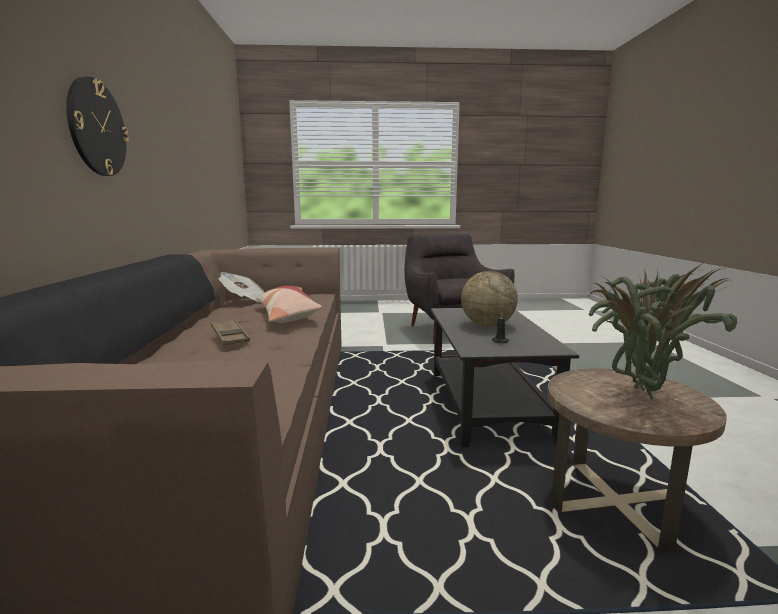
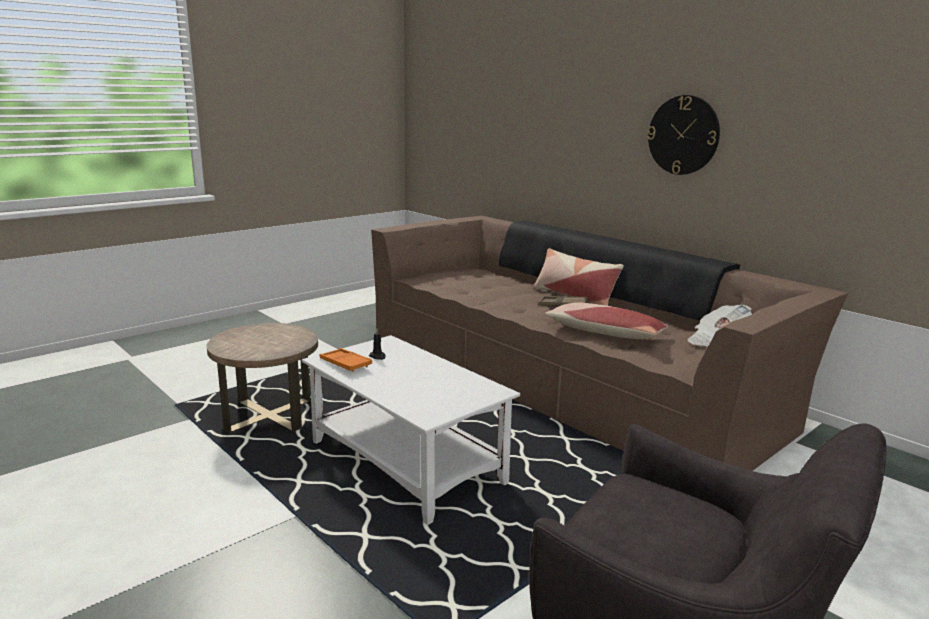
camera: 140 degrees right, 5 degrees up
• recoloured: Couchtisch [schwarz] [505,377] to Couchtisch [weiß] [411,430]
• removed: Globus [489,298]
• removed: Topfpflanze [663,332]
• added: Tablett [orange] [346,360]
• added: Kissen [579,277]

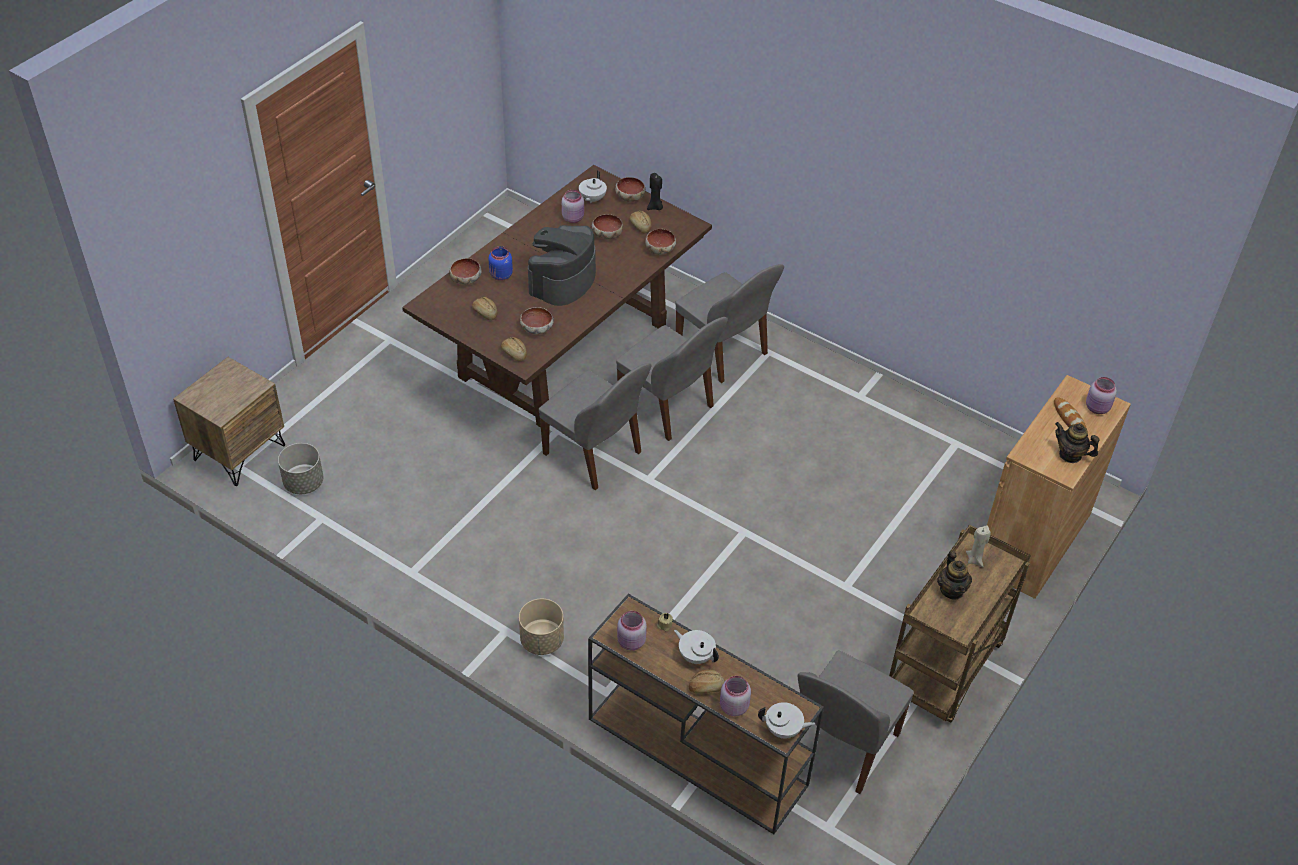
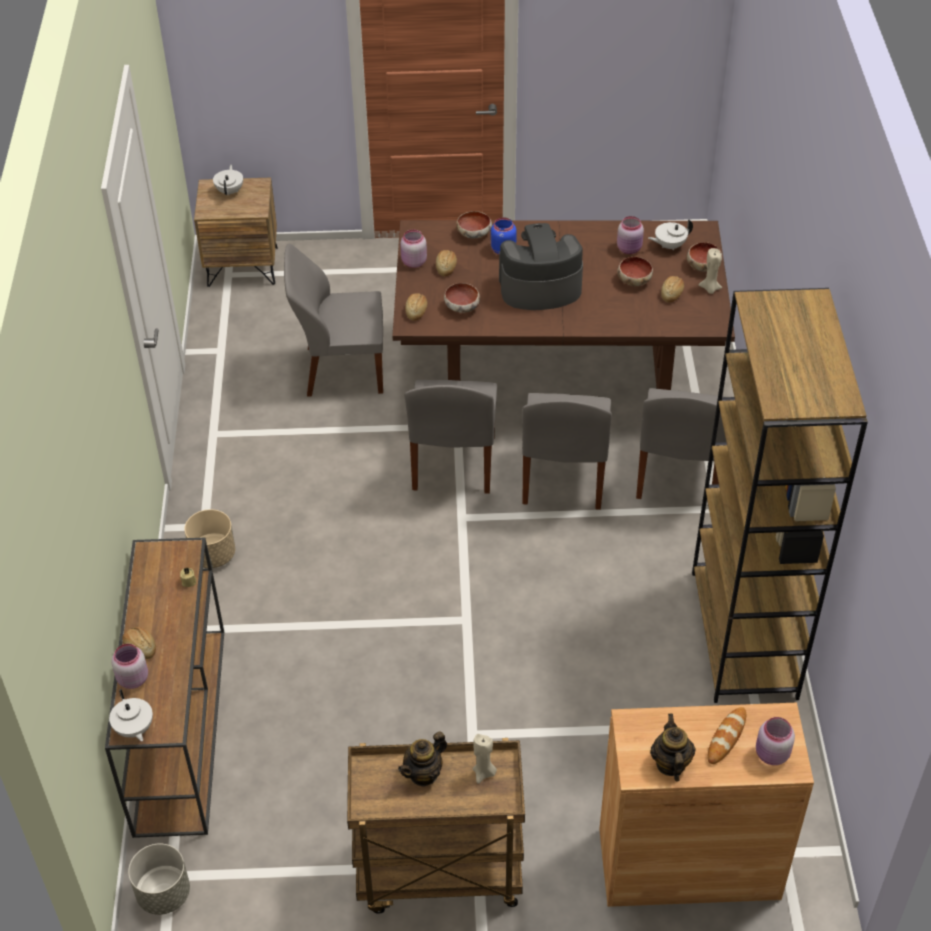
camera: 55 degrees right, 0 degrees up
• moved: Pflanzkübel [grau] [301,468] to [159,879]
• moved: Vorratsglas [rosa] [632,630] to [413,249]
• removed: Schüssel [660,242]
• recoloured: Kerze [schwarz] [655,191] to Kerze [beige] [710,271]
• moved: Teekanne [weiß] [696,647] to [228,180]
• moved: Stuhl [grau] [856,722] to [333,320]
• added: Bücherregal [braun] [780,495]

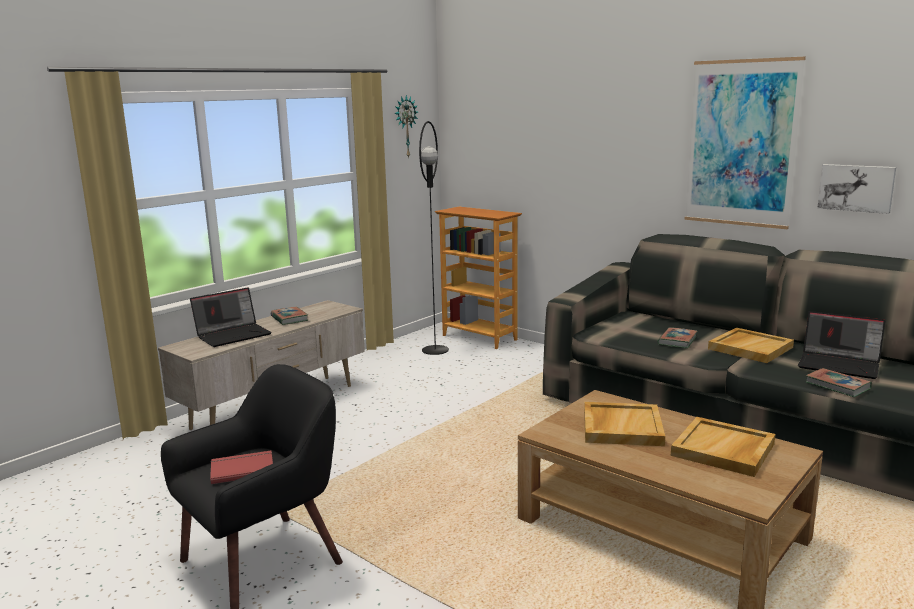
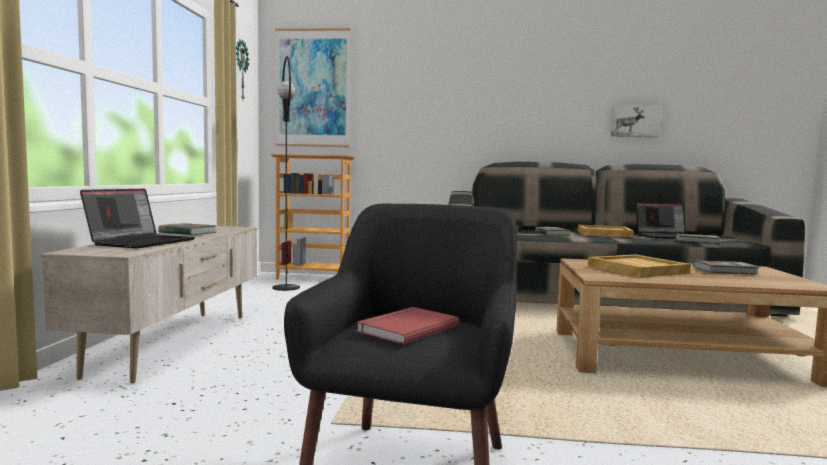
camera: 35 degrees left, 10 degrees down
• replaced: Tablett [beige] [723,447] to Buch [726,267]
• moved: Bild [745,143] to [313,87]

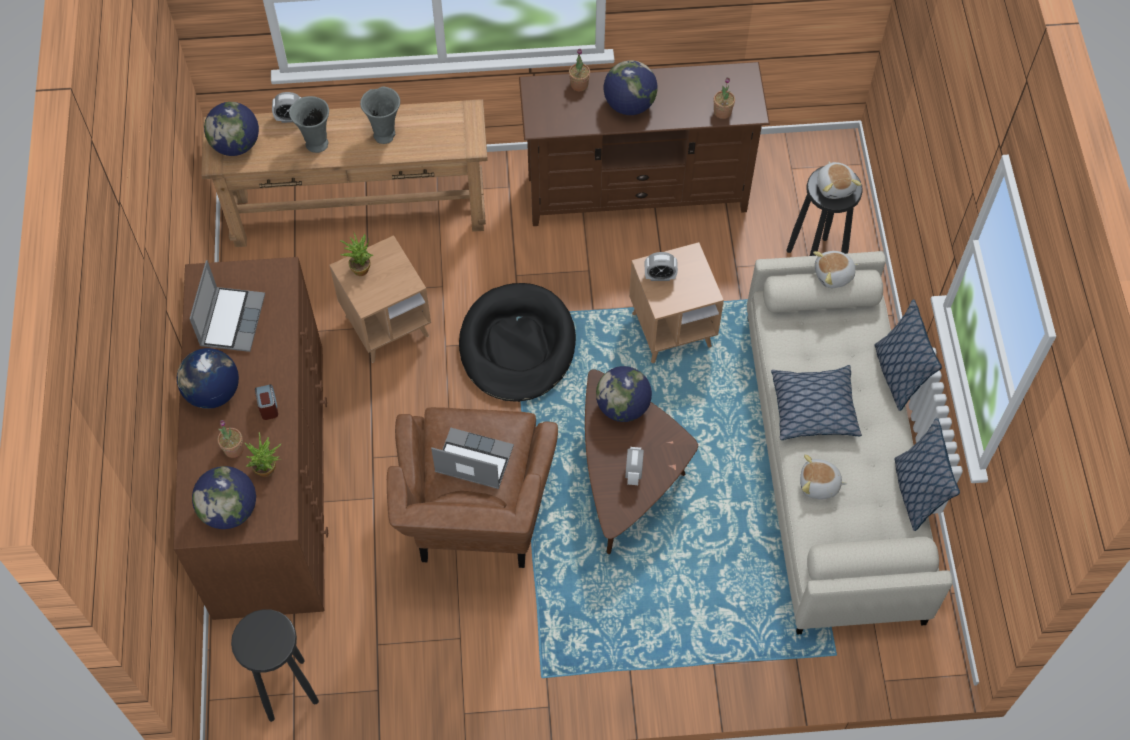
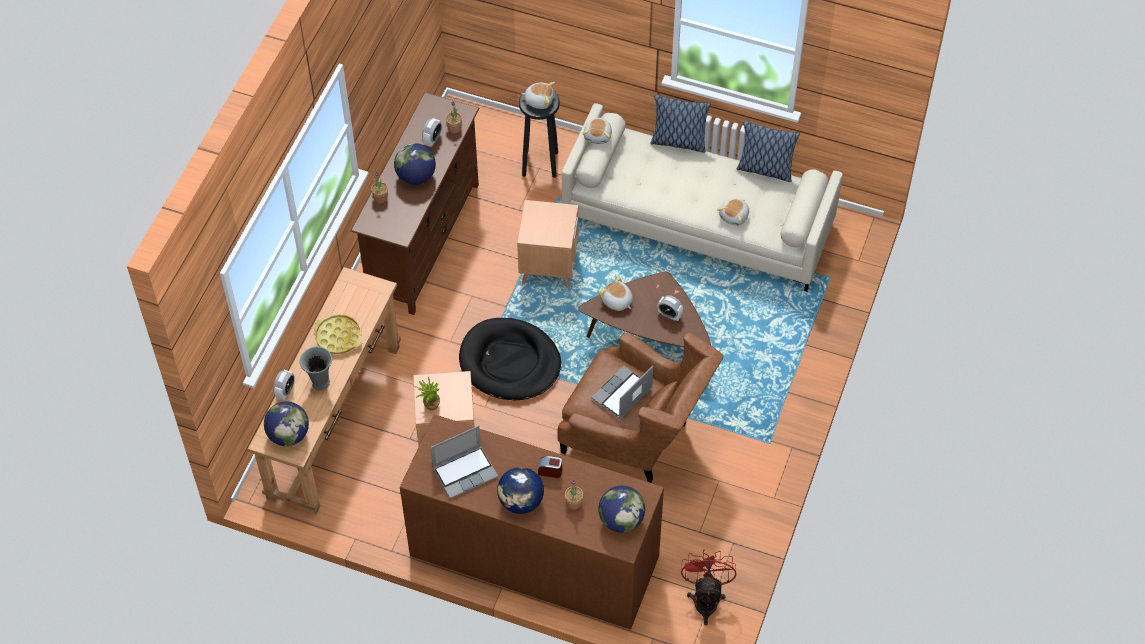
camera: 65 degrees left, 5 degrees down
• turned: Laptop [227,306] = [464,462] 120 degrees clockwise
• replaced: Hocker [schwarz] [275,665] to Ventilator [rot] [708,587]
• removed: Topfpflanze [263,454]
• replaced: Vase [grau] [380,115] to Tablett [gelb] [338,334]
• replaced: Globus [624,394] to Plüschtier [615,293]
• moved: Wecker [661,266] to [432,132]
• removed: Kissen [816,402]

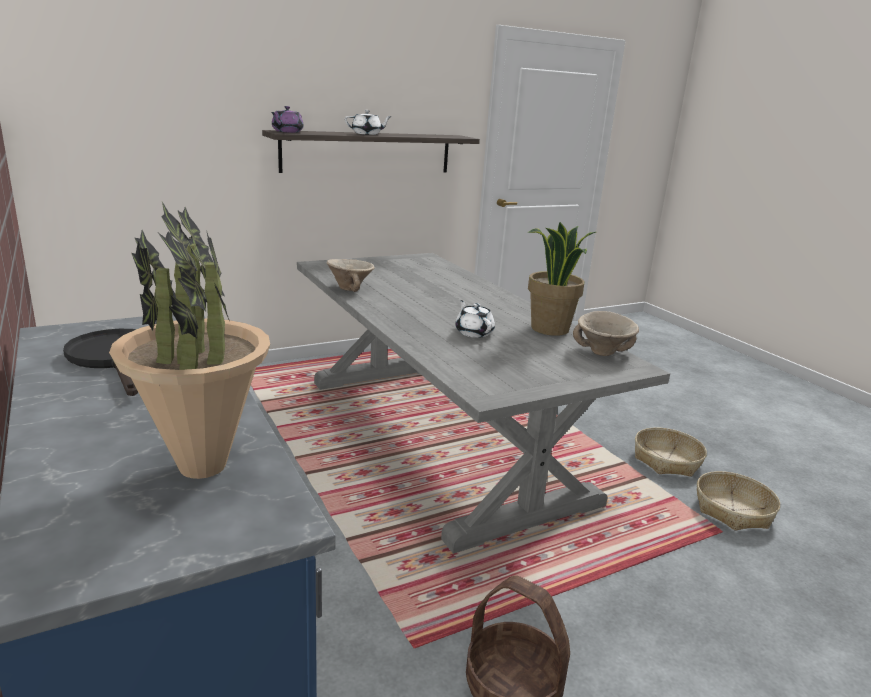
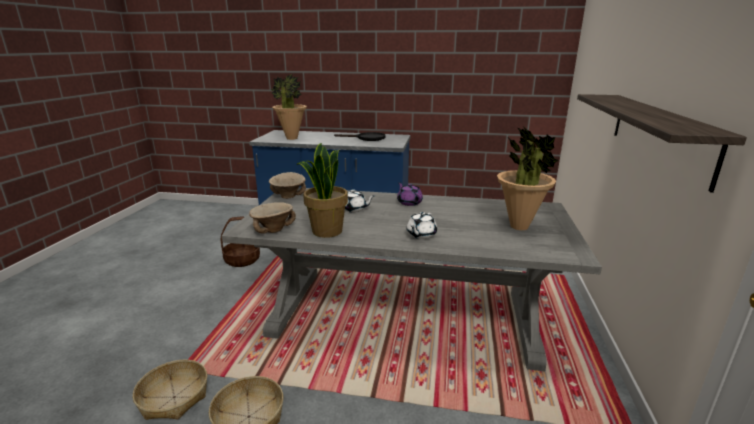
camera: 130 degrees right, 0 degrees up
• moved: Teekanne [lila] [287,119] to [410,194]
• moved: Schüssel [beige] [351,275] to [287,185]
• moved: Teekanne [weiß] [368,122] to [421,225]
• added: Topfpflanze [528,178]

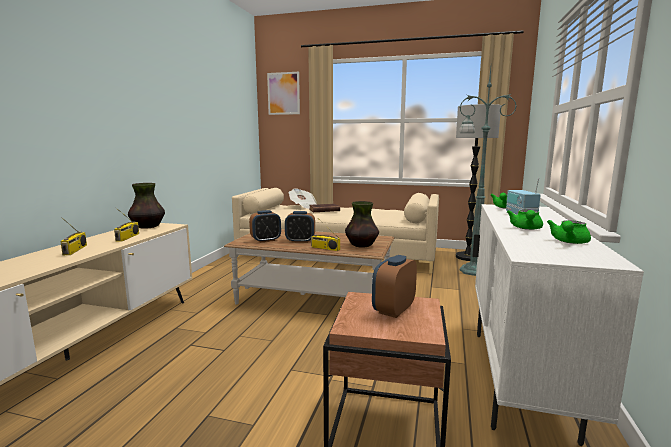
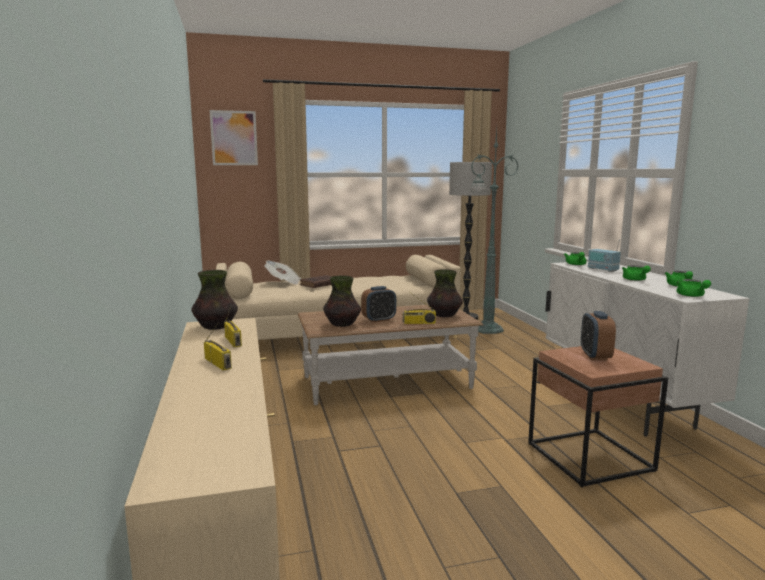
camera: 30 degrees left, 0 degrees up
• replaced: Wecker [265,226] to Vase [342,301]
• added: Teekanne [grün] [693,288]

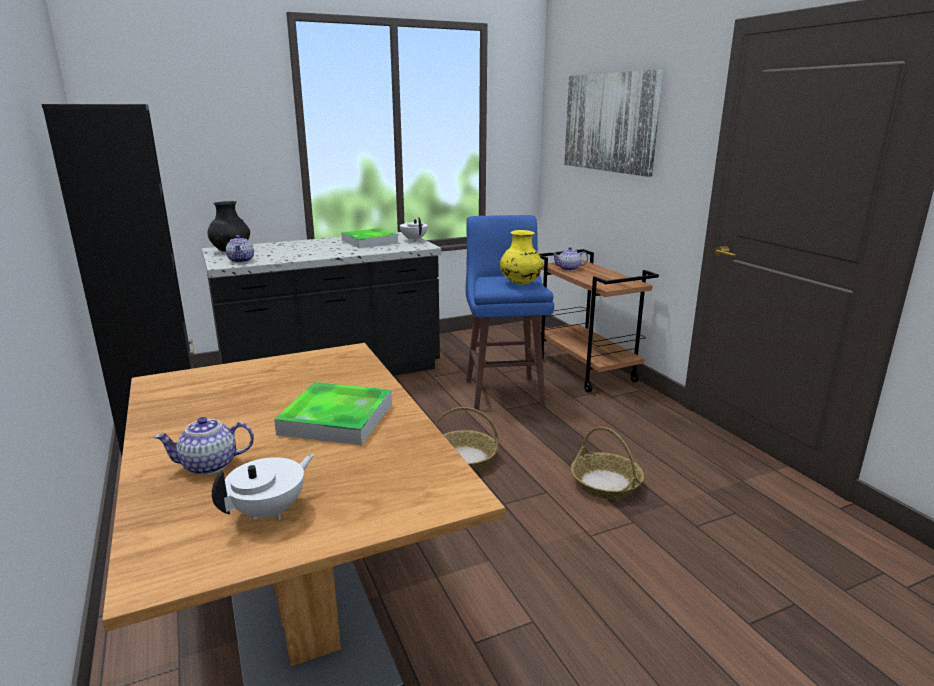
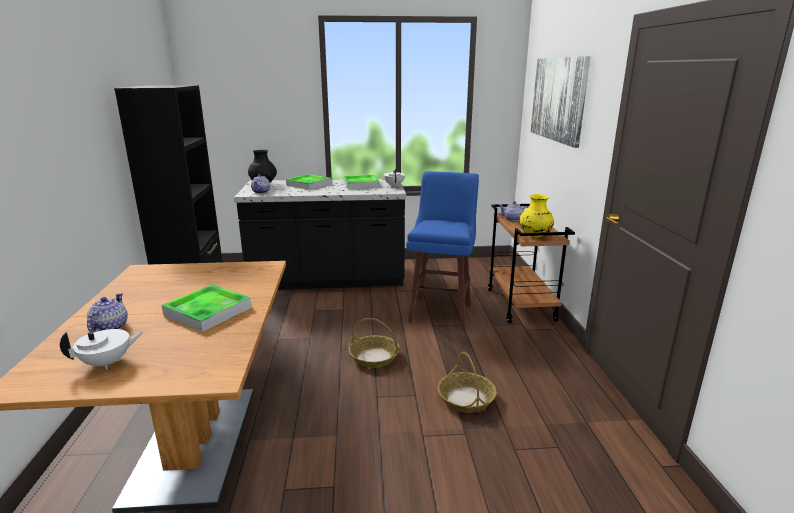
camera: 20 degrees right, 0 degrees up
• turned: Teekanne [204,446] = [107,313] 90 degrees clockwise
• moved: Vase [gelb] [521,257] to [536,215]
• added: Tablett [308,182]

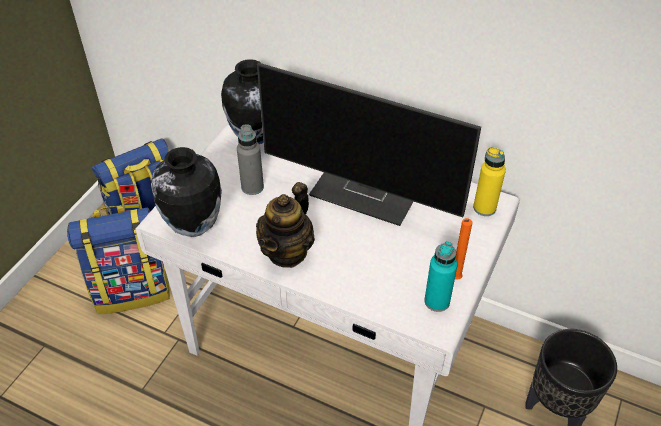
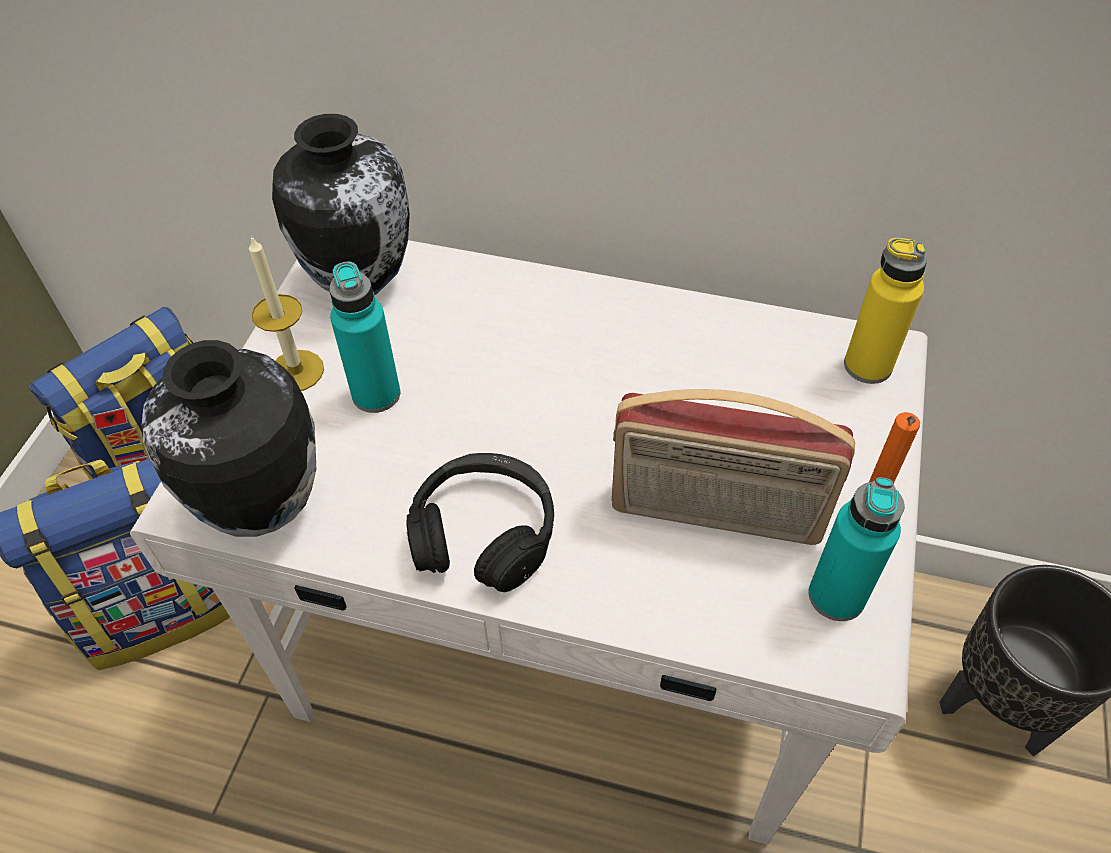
camera: 10 degrees left, 5 degrees up
• recoloured: Flasche [grau] [250,159] to Flasche [türkis] [365,337]
• replaced: Teekanne [285,225] to Kopfhörer [schwarz] [480,522]
• removed: Monitor [369,144]
• added: Kerze [286,313]
• added: Radio [733,467]

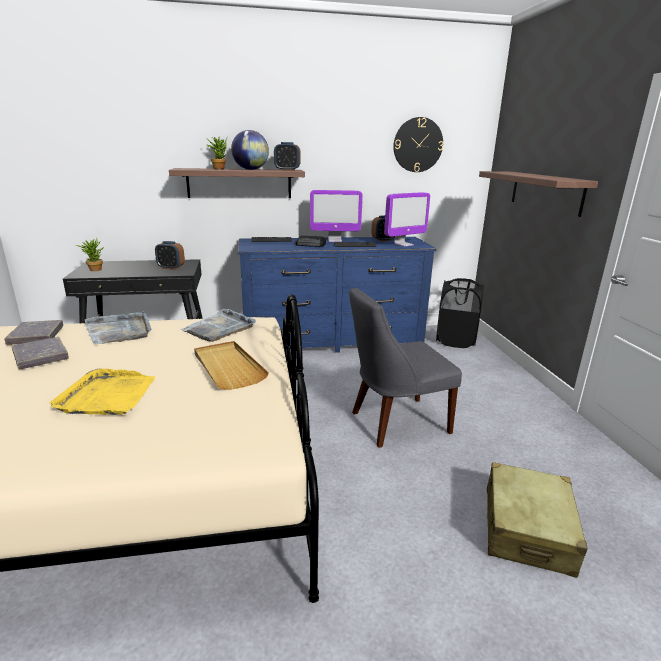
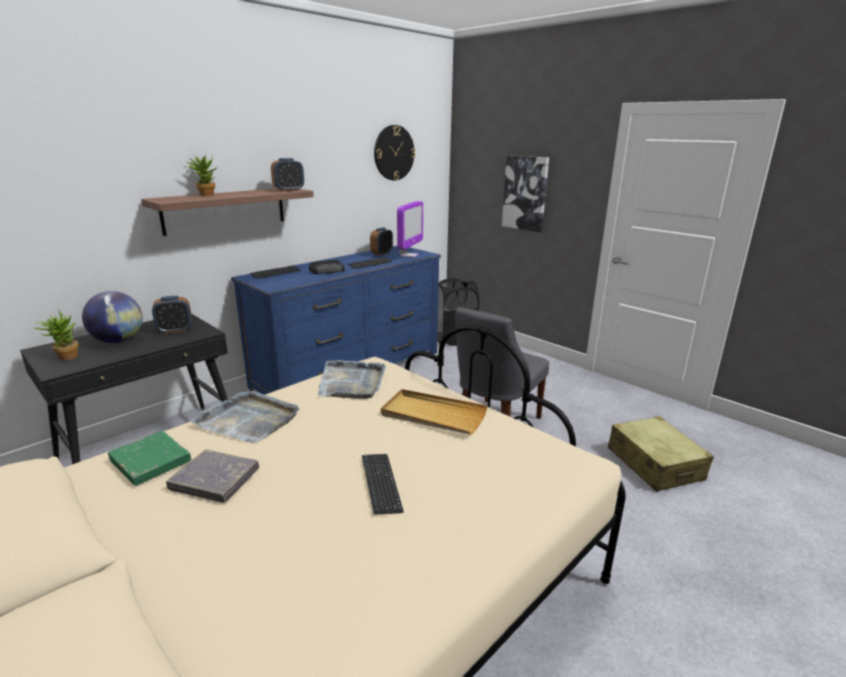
camera: 35 degrees left, 0 degrees up
• recoloured: Buch [grau] [33,332] to Buch [grün] [149,458]
• replaced: Tablett [gelb] [102,392] to Tastatur [383,484]
• moved: Globus [250,150] to [112,317]
• removed: Monitor [336,216]
• replaced: Wandregal [538,194] to Bild [525,193]

